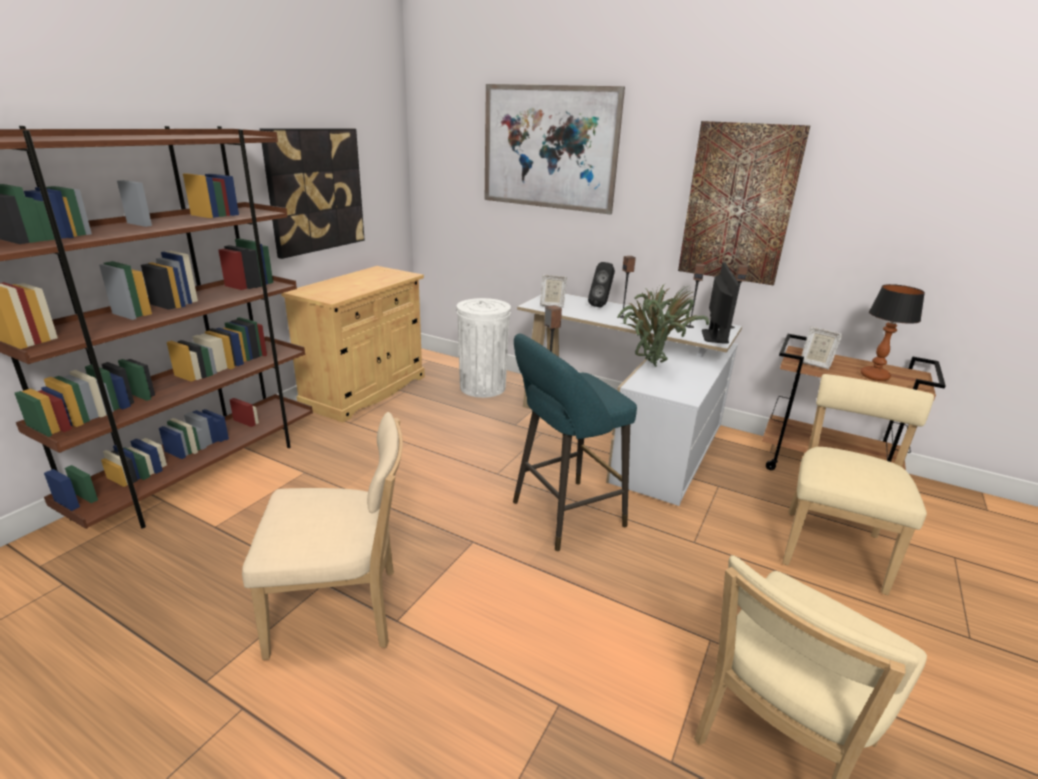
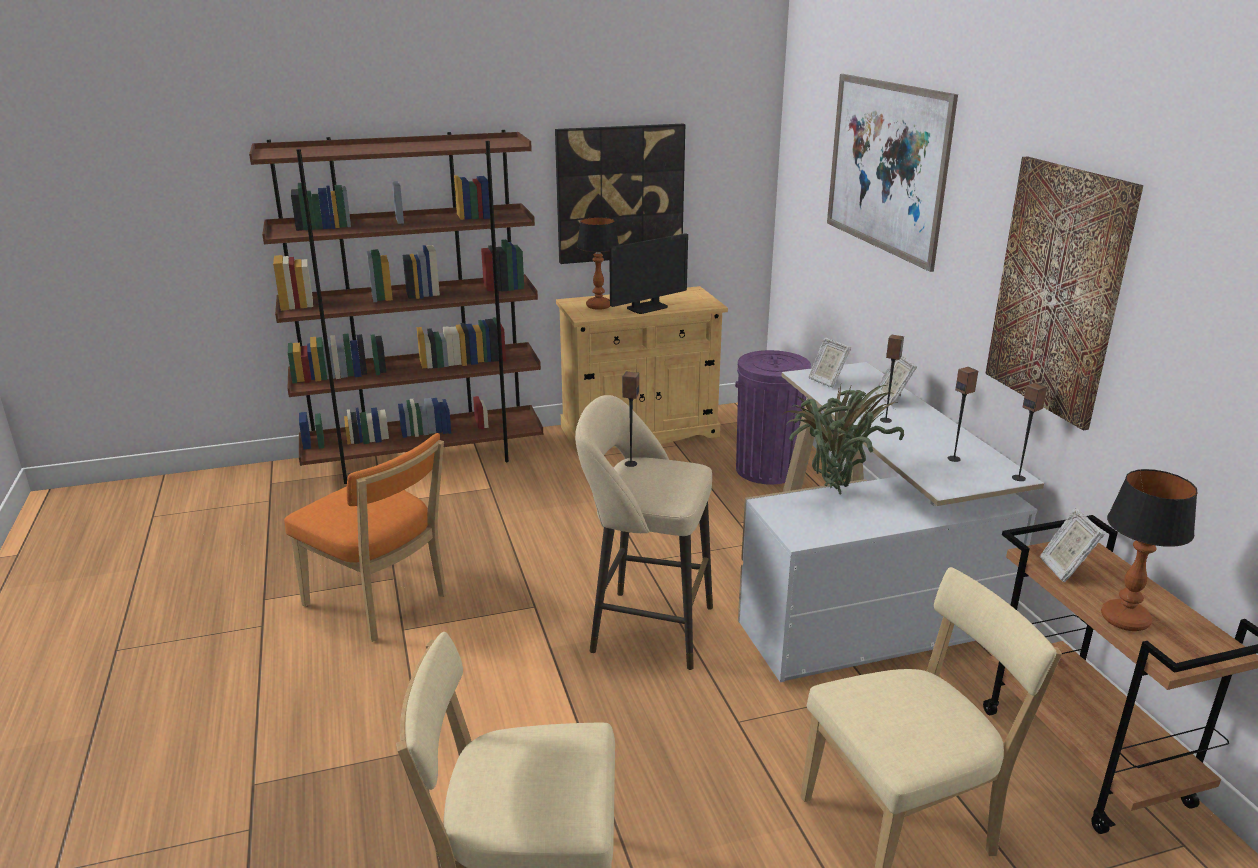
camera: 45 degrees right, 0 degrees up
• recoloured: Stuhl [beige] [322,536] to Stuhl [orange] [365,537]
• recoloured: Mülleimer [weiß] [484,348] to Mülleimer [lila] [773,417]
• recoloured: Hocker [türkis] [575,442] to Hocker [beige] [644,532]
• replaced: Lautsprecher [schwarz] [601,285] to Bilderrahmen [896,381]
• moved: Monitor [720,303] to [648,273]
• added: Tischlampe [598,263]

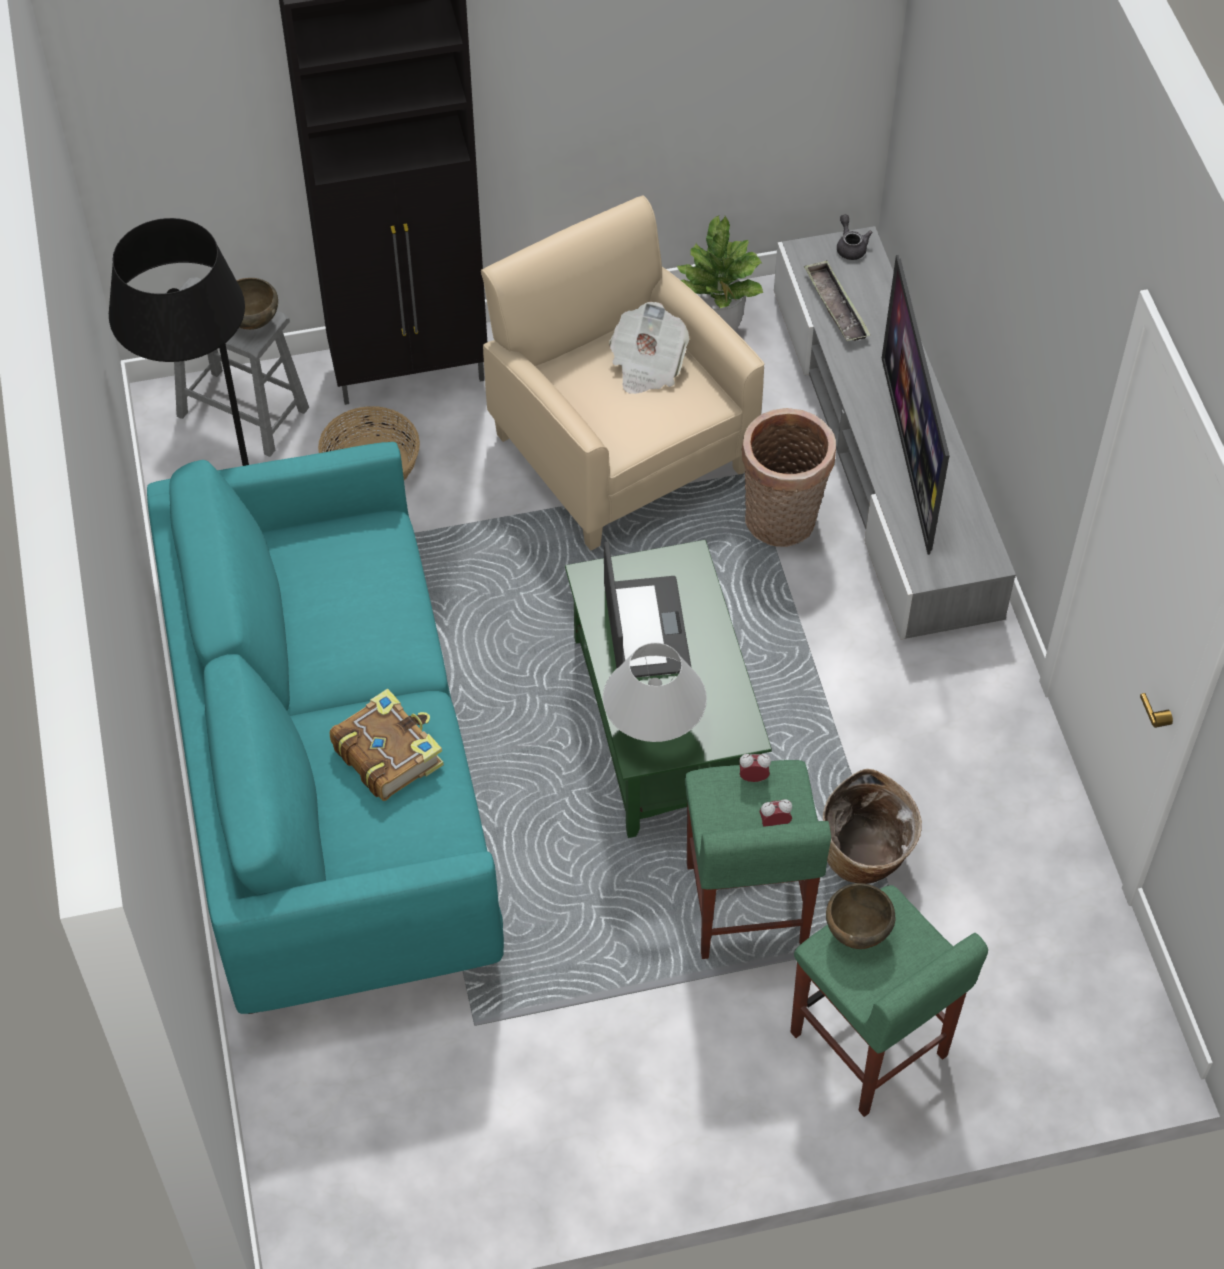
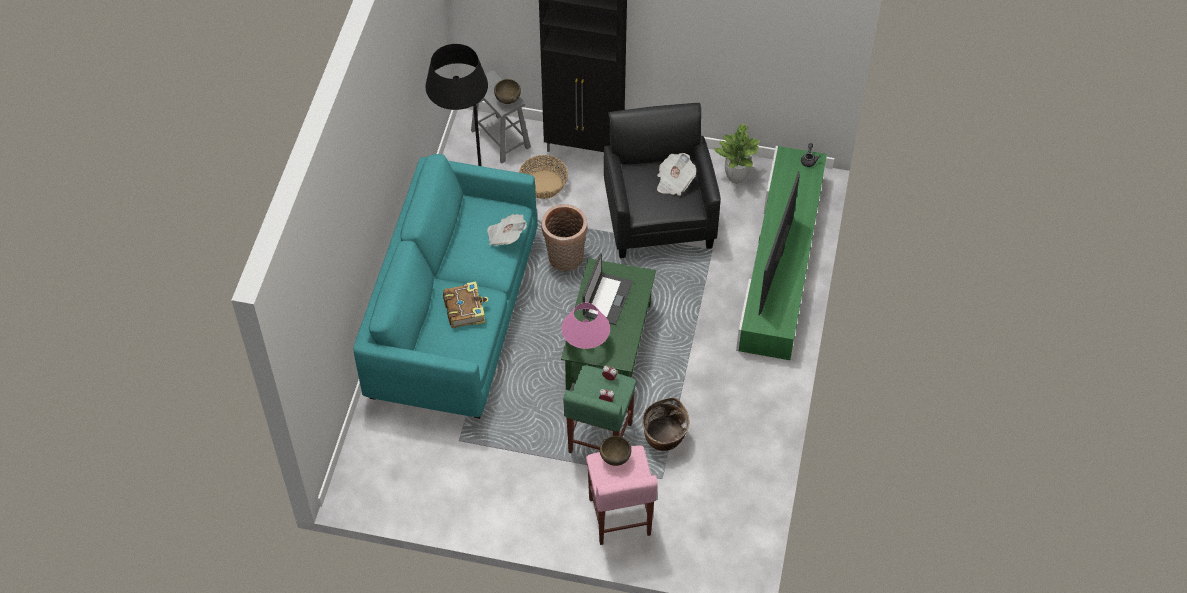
camera: 25 degrees right, 0 degrees up
• recoloured: Sessel [beige] [622,372] to Sessel [schwarz] [662,180]
• recoloured: Tischlampe [weiß] [655,692] to Tischlampe [rosa] [586,326]
• moved: Korb [789,477] to [564,237]
• recoloured: Fernsehschrank [grau] [895,433] to Fernsehschrank [grün] [781,253]
• recoloured: Hocker [grün] [889,1001] to Hocker [rosa] [622,495]
• removed: Tablett [837,301]
• added: Zeitung [507,230]

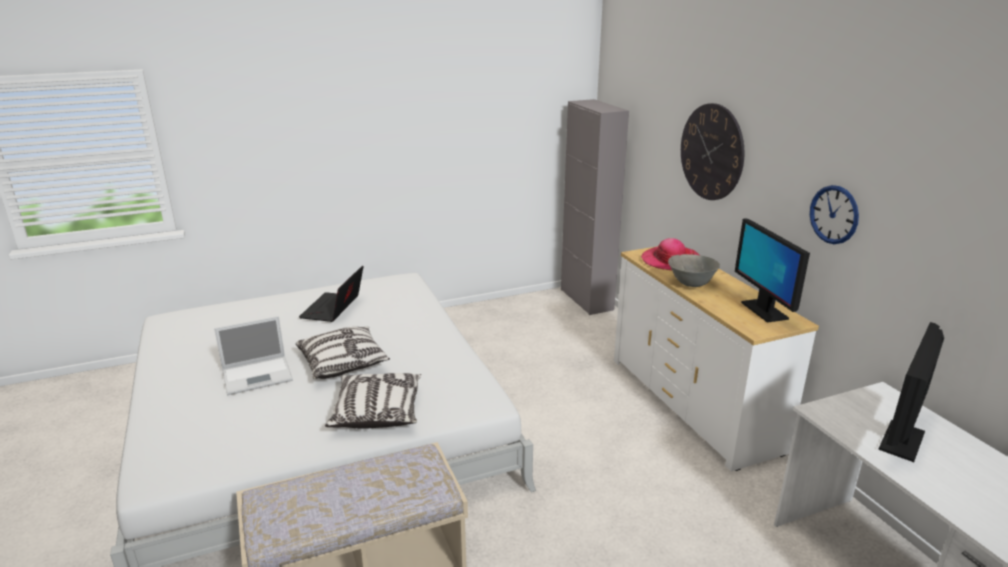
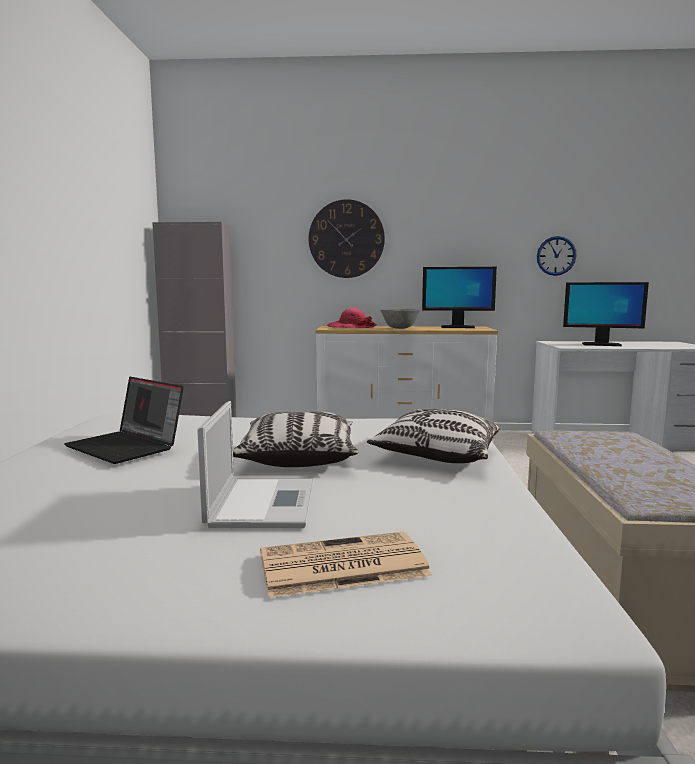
camera: 65 degrees left, 15 degrees down
• moved: Wanduhr [834,214] to [557,256]
• turned: Monitor [911,392] = [606,314] 45 degrees counterclockwise
• added: Zeitung [346,565]

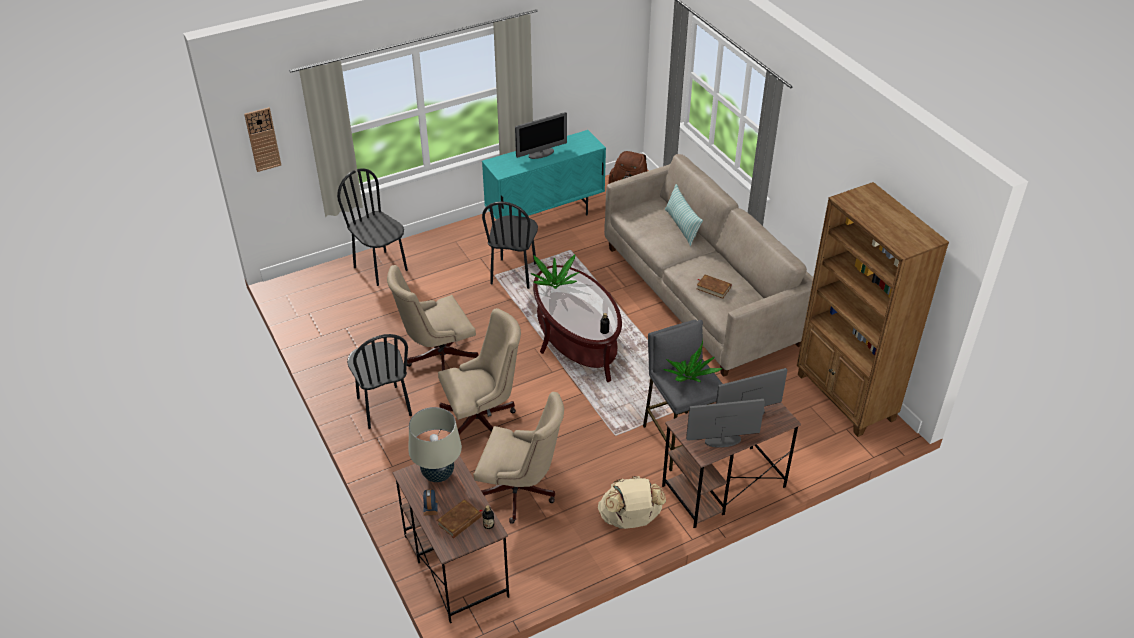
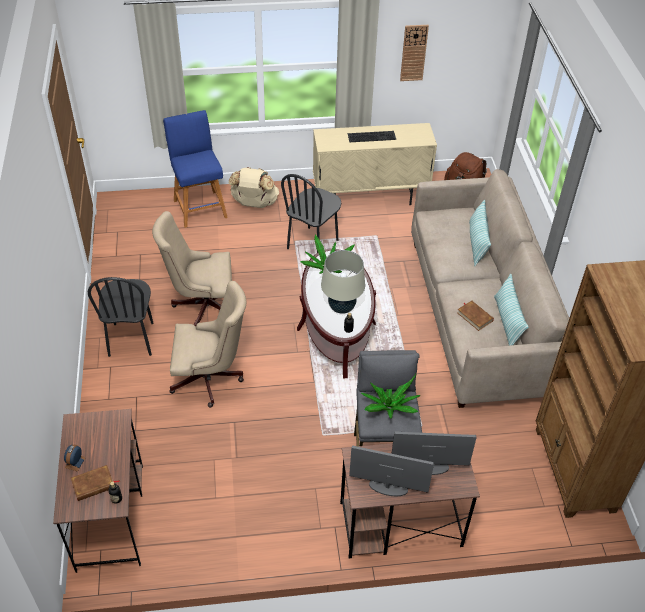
camera: 20 degrees right, 5 degrees up
• moved: Wanduhr [262,139] to [414,53]
• replaced: Stuhl [schwarz] [372,227] to Hocker [blau] [195,169]
• moved: Tischlampe [beige] [435,444] to [343,282]
• removed: Bürostuhl [beige] [519,458]
• recoloured: Schrank [türkis] [544,175] to Schrank [beige] [375,164]
• replaced: Monitor [541,135] to Tastatur [372,136]
• moved: Rucksack [beige] [632,502] to [254,187]
• added: Kissen [511,309]

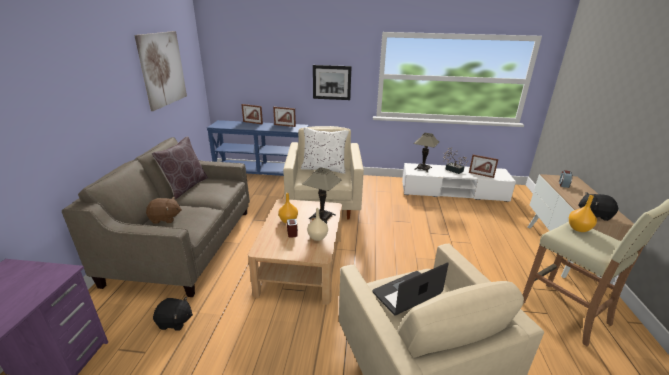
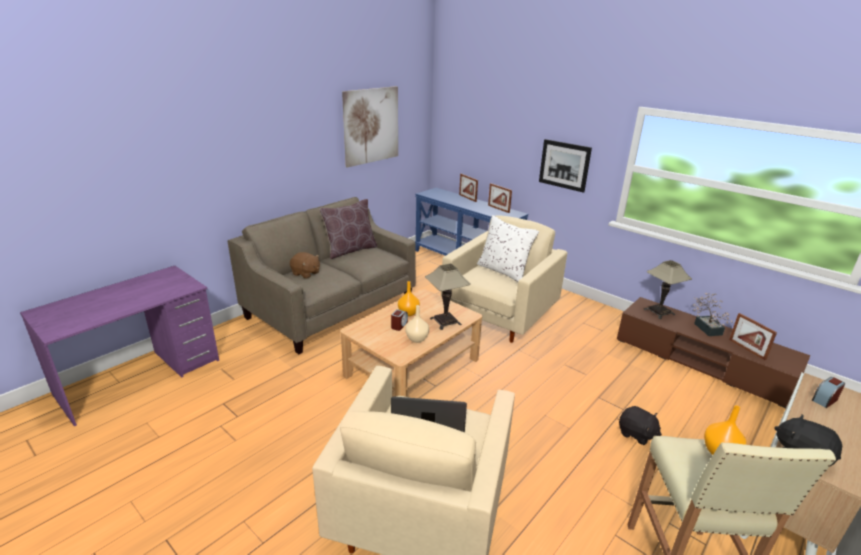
camera: 35 degrees right, 0 degrees up
• moved: Plüschtier [schwarz] [173,314] to [640,425]
• recoloured: Fernsehschrank [weiß] [459,182] to Fernsehschrank [braun] [713,352]

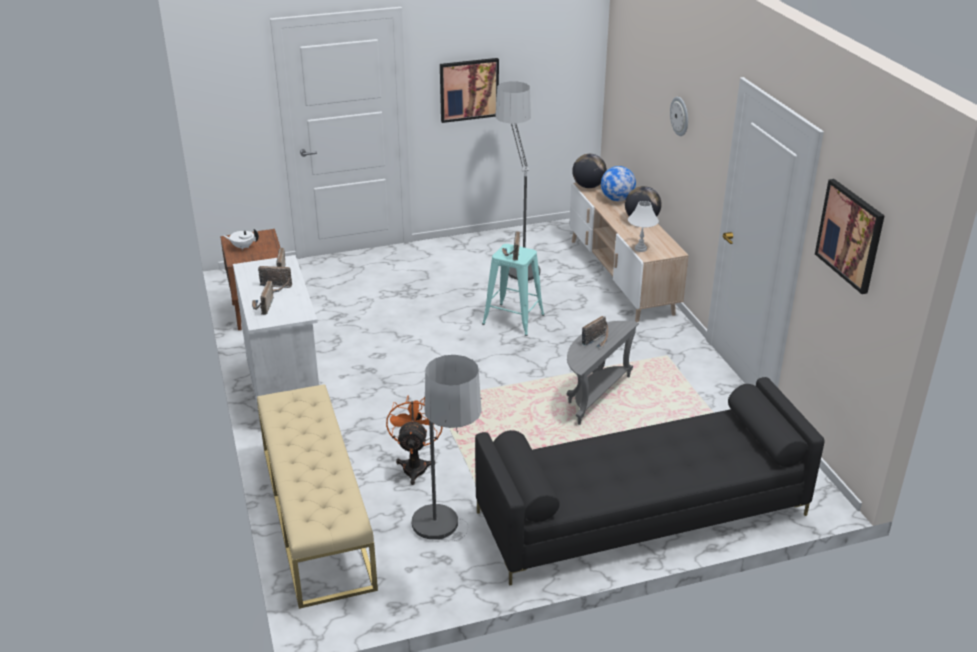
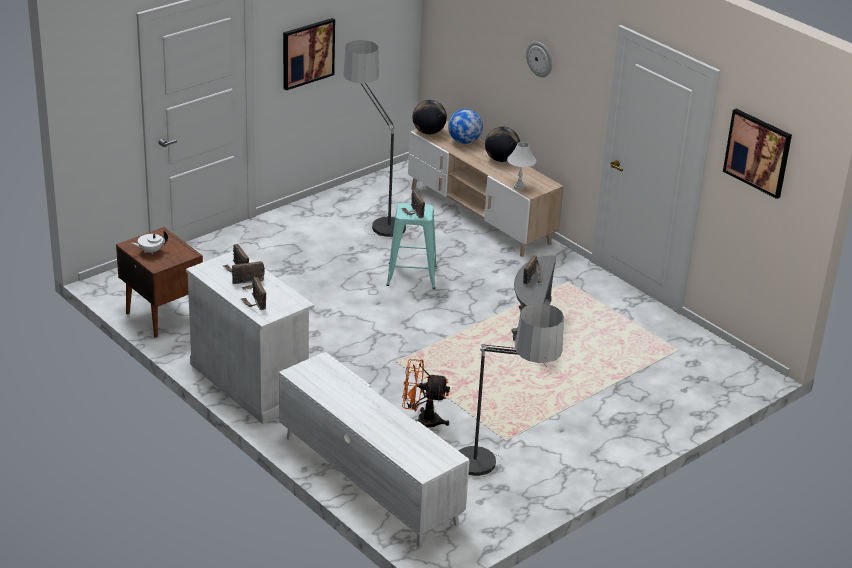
camera: 25 degrees left, 0 degrees up
• replaced: Bank [beige] [317,496] to Fernsehschrank [weiß] [374,449]
• turned: Ventilator [orange] [414,440] = [426,393] 60 degrees counterclockwise
• removed: Sofa [schwarz] [650,481]

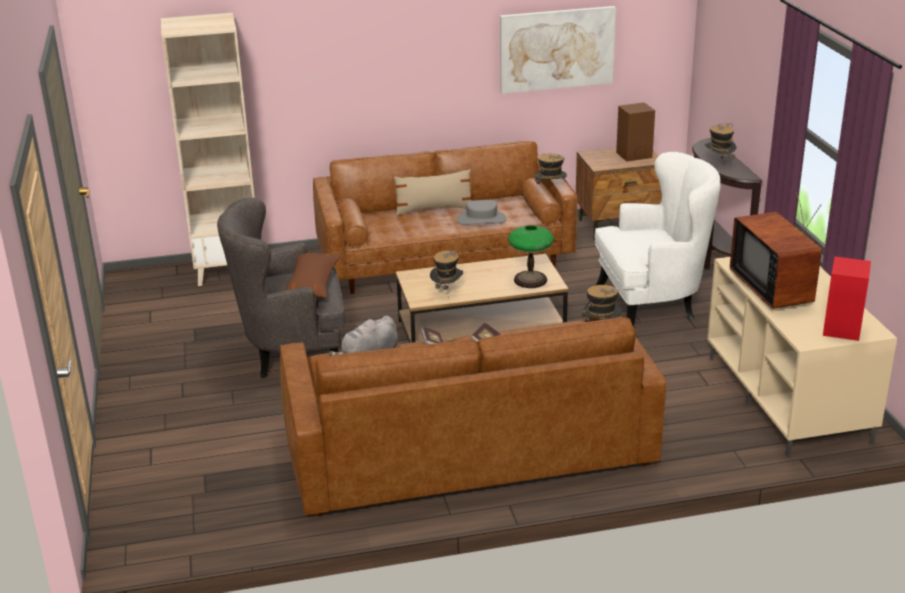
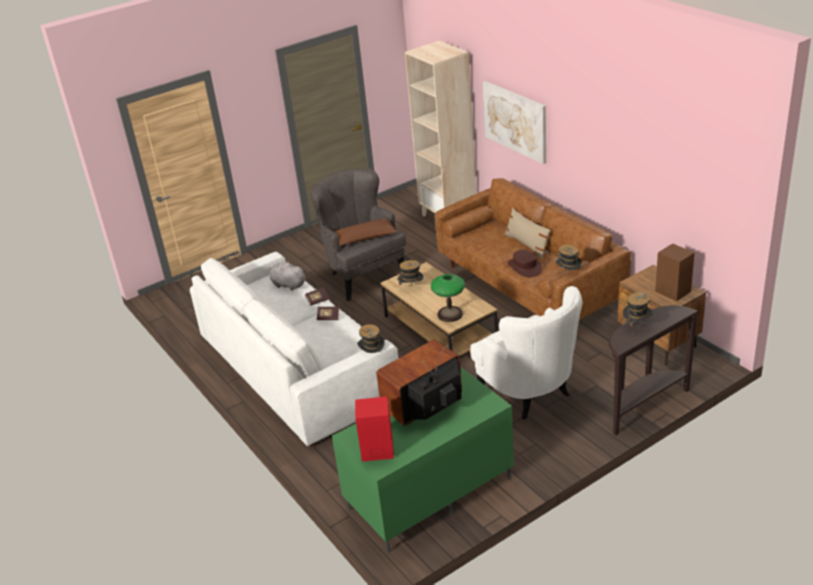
camera: 70 degrees right, 5 degrees up
• recoloured: Sofa [braun] [473,415] to Sofa [weiß] [294,349]
• recoloured: Hut [grau] [482,212] to Hut [braun] [524,263]
• moved: Bild [558,50] to [514,122]
• recoloured: Fernsehschrank [beige] [802,357] to Fernsehschrank [grün] [423,460]

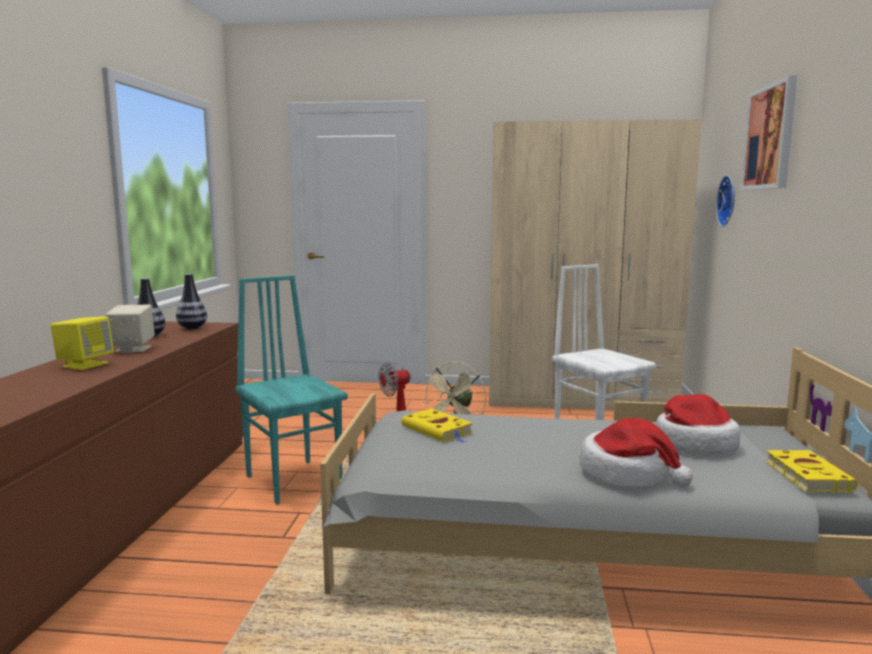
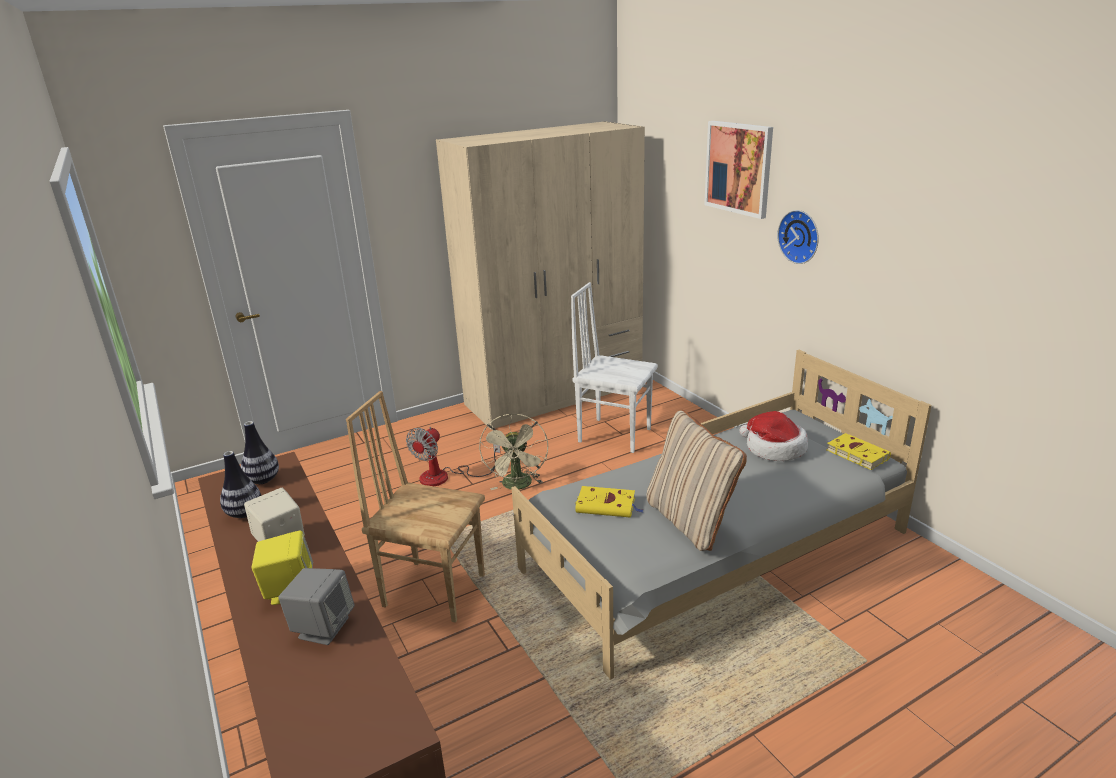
camera: 35 degrees left, 15 degrees up
• recoloured: Stuhl [türkis] [292,390] to Stuhl [braun] [415,507]
• removed: Hut [636,452]
• moved: Wanduhr [725,201] to [798,237]
• added: Lautsprecher [grau] [316,606]
• added: Kissen [beige] [696,480]

